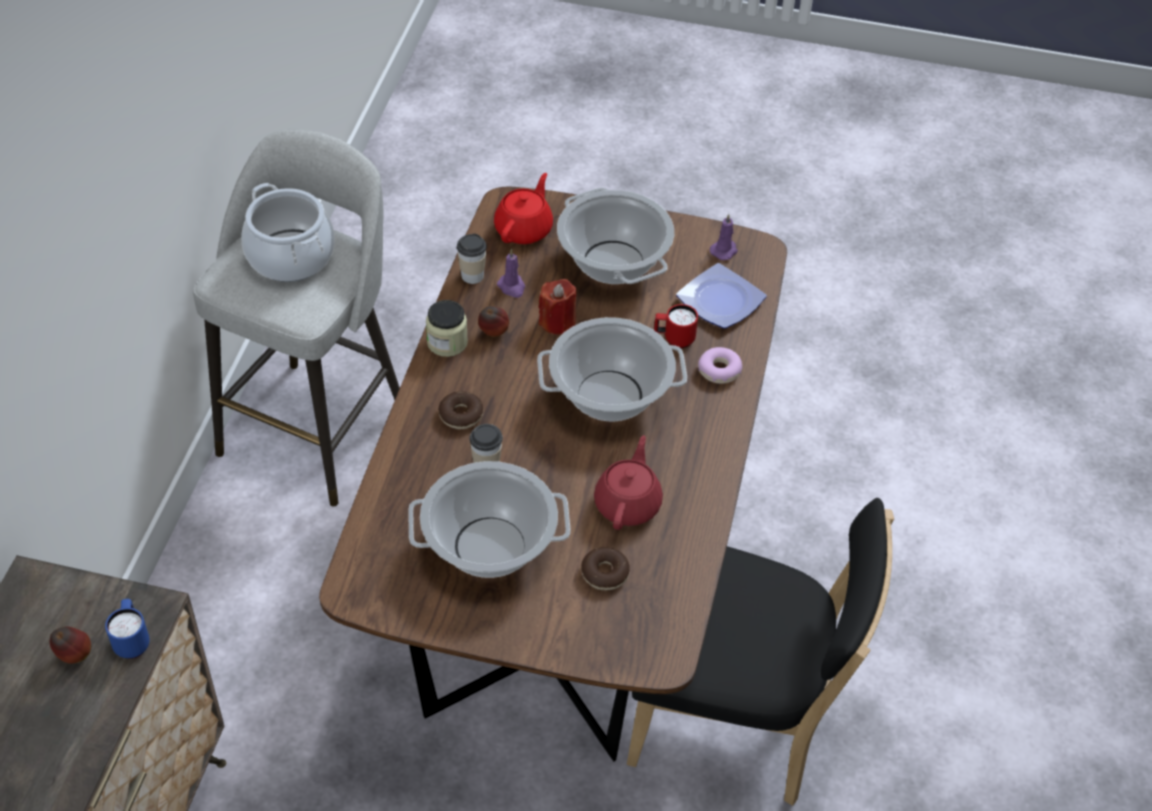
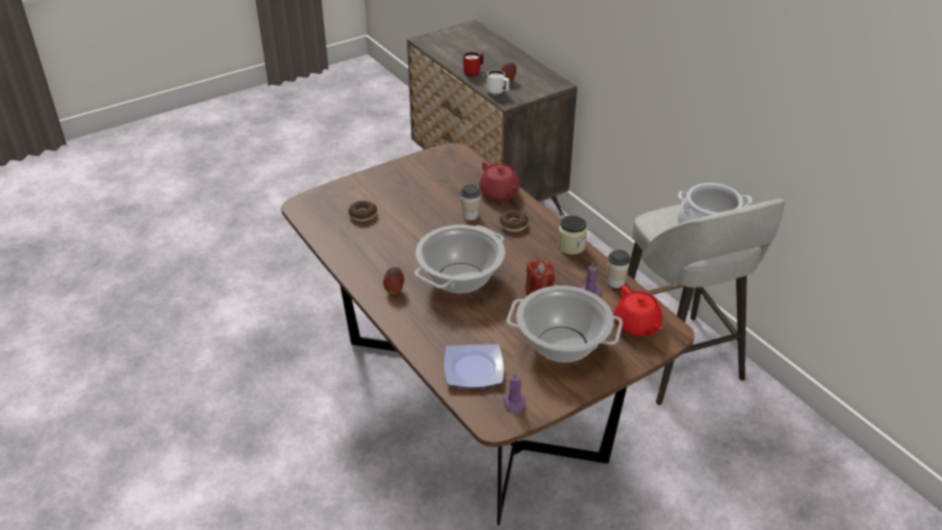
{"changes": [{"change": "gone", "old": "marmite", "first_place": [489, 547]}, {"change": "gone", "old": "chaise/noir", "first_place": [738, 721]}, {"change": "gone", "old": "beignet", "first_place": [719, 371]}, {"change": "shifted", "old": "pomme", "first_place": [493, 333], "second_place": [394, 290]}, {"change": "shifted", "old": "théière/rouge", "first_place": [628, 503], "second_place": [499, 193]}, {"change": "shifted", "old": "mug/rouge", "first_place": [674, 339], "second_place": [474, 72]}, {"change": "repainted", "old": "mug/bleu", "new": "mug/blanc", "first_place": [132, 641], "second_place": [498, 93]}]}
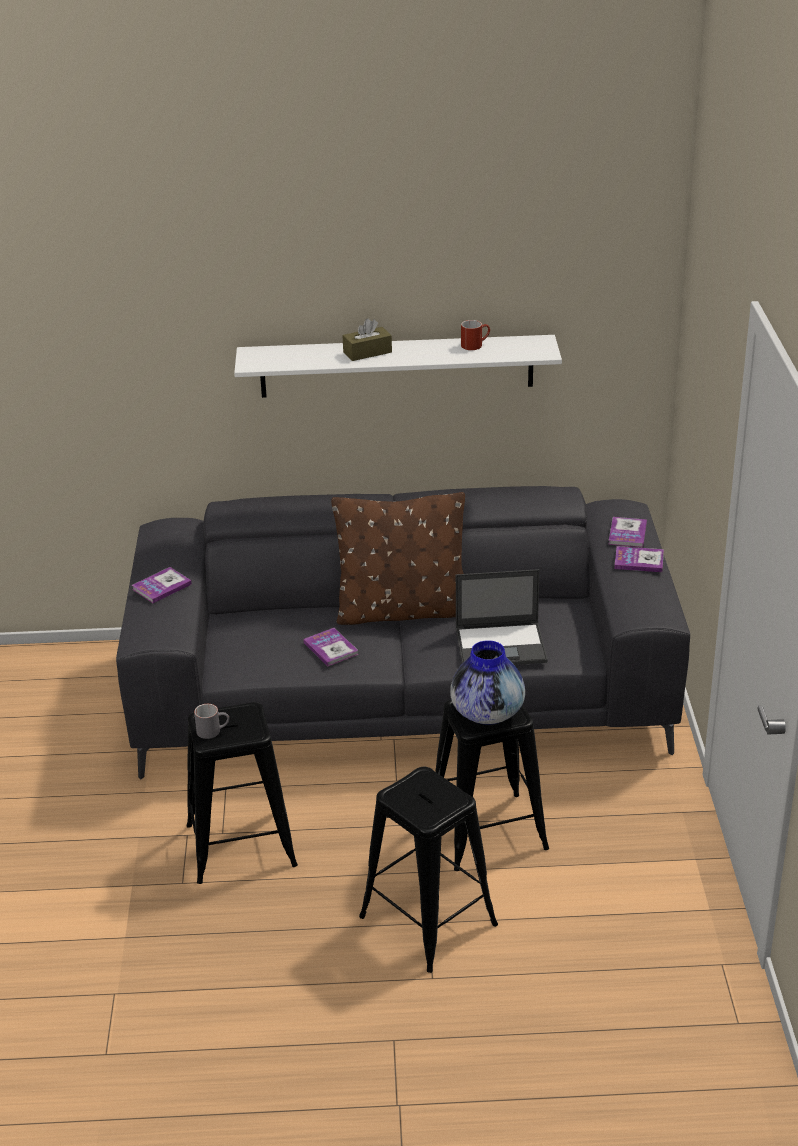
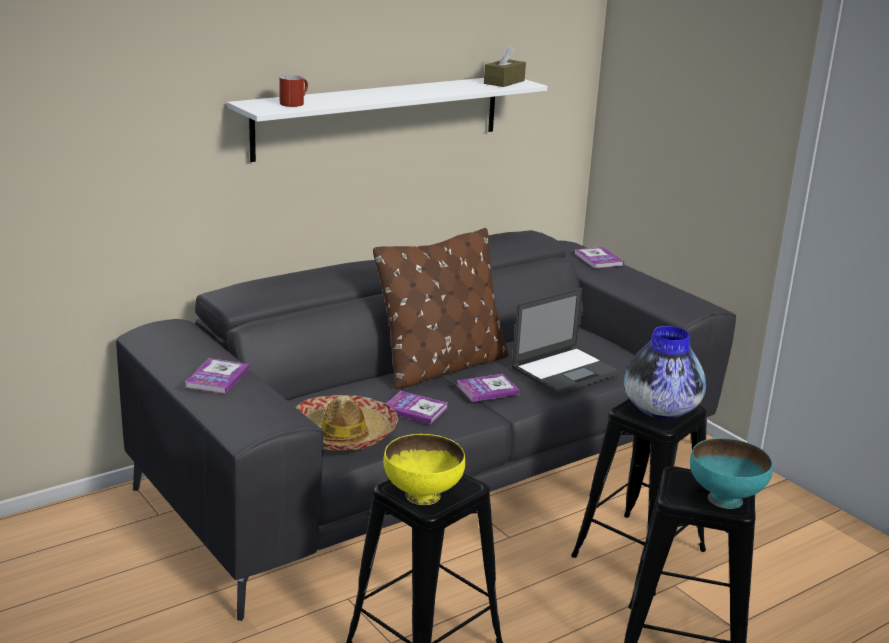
{"changes": [{"change": "new", "new": "chapeau", "second_place": [344, 434]}, {"change": "new", "new": "bol/turquoise", "second_place": [725, 499]}, {"change": "shifted", "old": "boîte à mouchoirs/marron", "first_place": [367, 352], "second_place": [504, 82]}, {"change": "shifted", "old": "mug/rouge", "first_place": [475, 344], "second_place": [294, 103]}, {"change": "shifted", "old": "livre", "first_place": [639, 561], "second_place": [487, 389]}, {"change": "swapped", "old": "mug/gris", "new": "bol/jaune", "first_place": [213, 730], "second_place": [422, 496]}]}
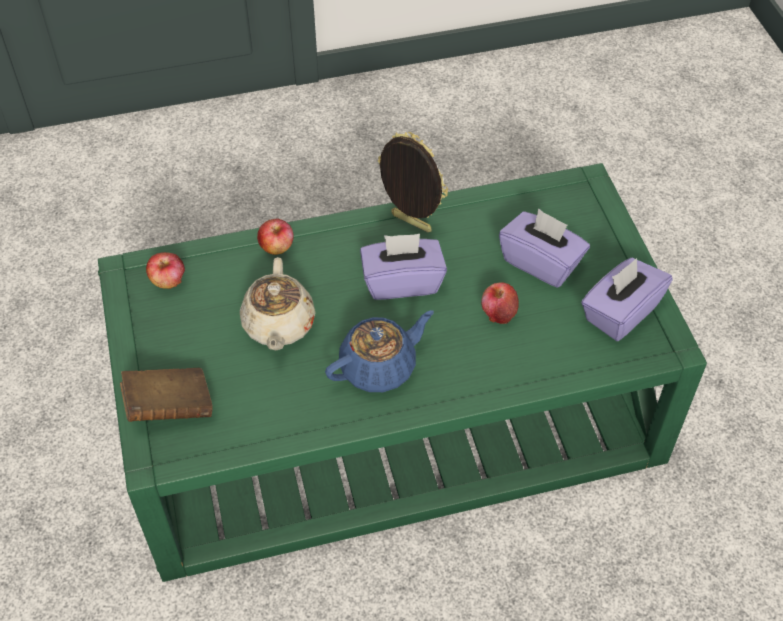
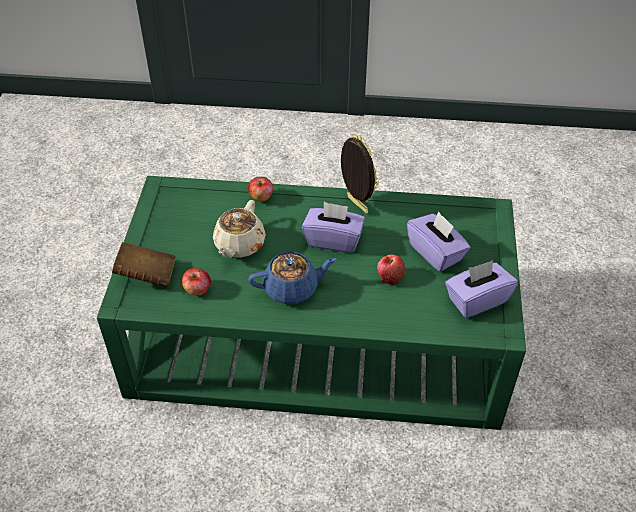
{"changes": [{"change": "shifted", "old": "pomme", "first_place": [168, 281], "second_place": [197, 290]}]}
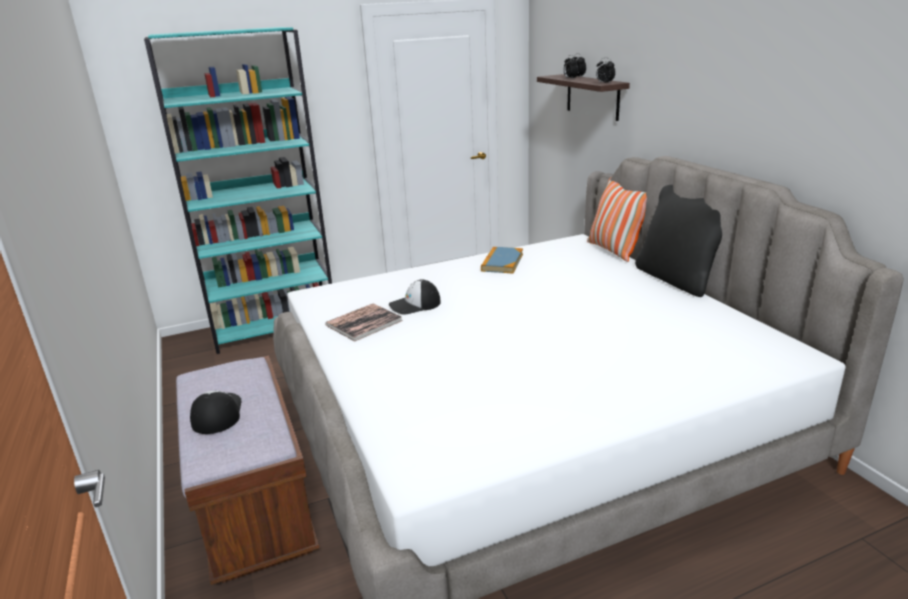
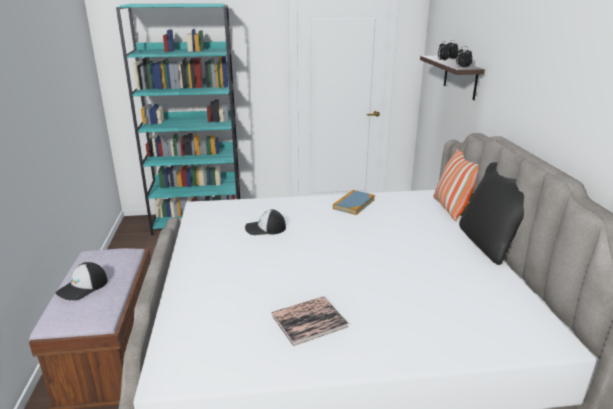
{"changes": [{"change": "shifted", "old": "livre", "first_place": [364, 323], "second_place": [309, 320]}, {"change": "rotated", "old": "casquette", "first_place": [216, 414], "second_place": [83, 287], "degrees": -150}]}
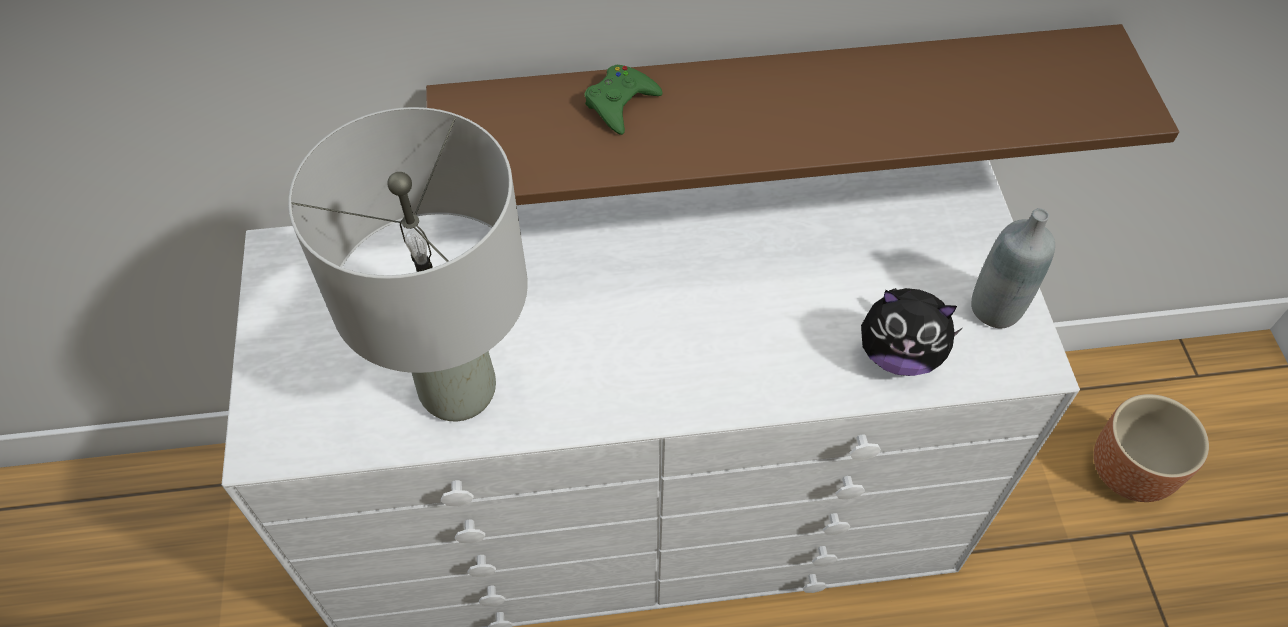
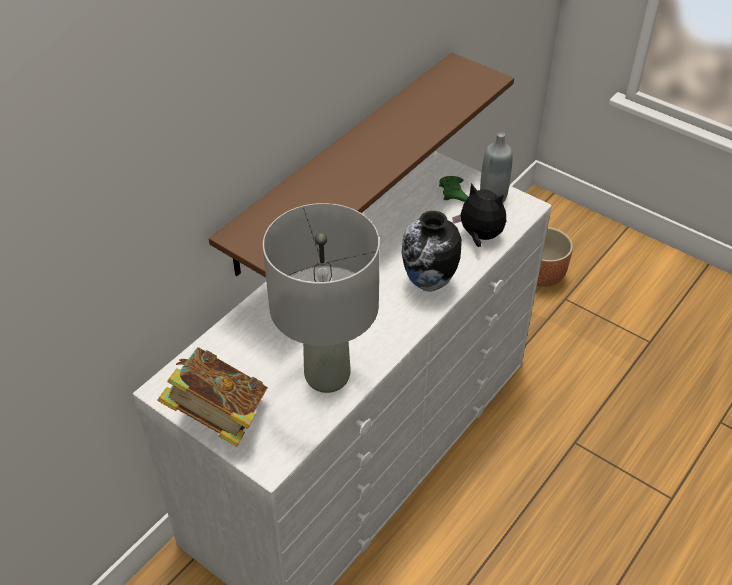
{"changes": [{"change": "new", "new": "livre", "second_place": [219, 417]}, {"change": "new", "new": "vase", "second_place": [429, 283]}, {"change": "shifted", "old": "manette/vert", "first_place": [620, 103], "second_place": [453, 192]}, {"change": "rotated", "old": "peluche", "first_place": [899, 354], "second_place": [479, 236], "degrees": -120}]}
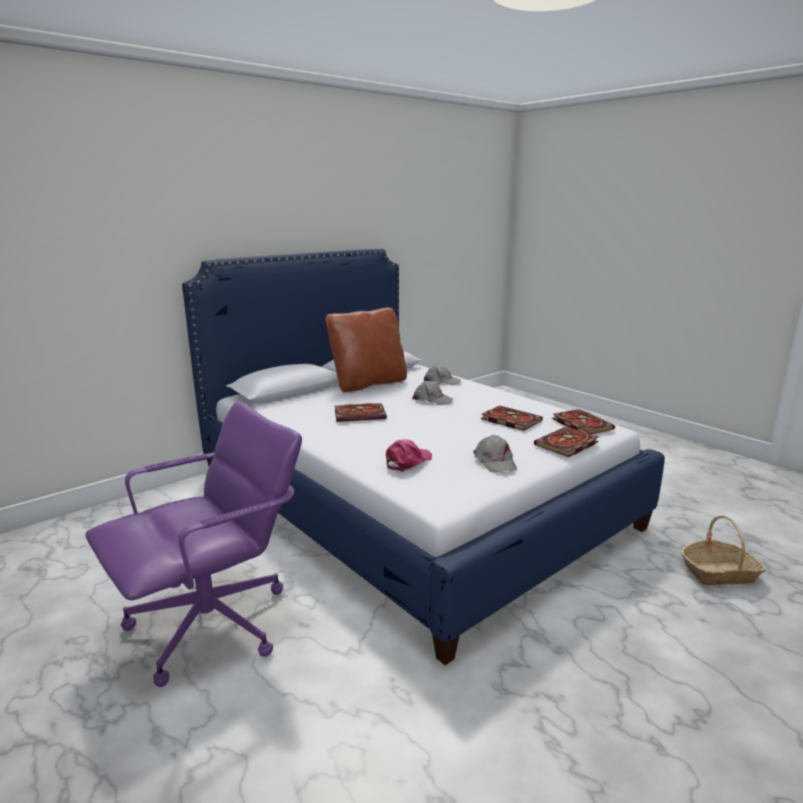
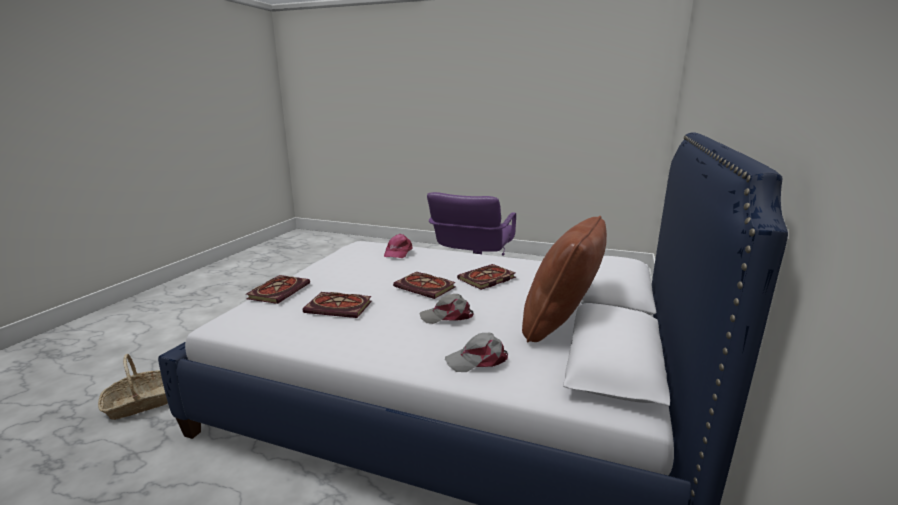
{"changes": [{"change": "gone", "old": "casquette/gris", "first_place": [494, 461]}, {"change": "shifted", "old": "livre", "first_place": [580, 424], "second_place": [426, 287]}]}
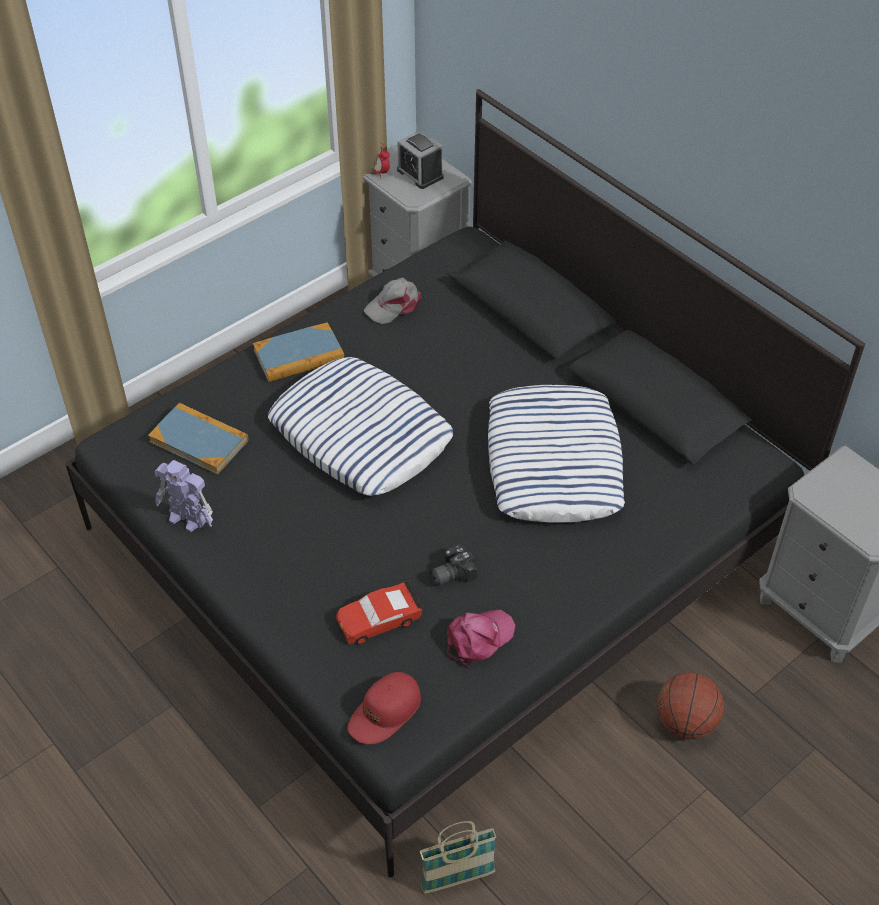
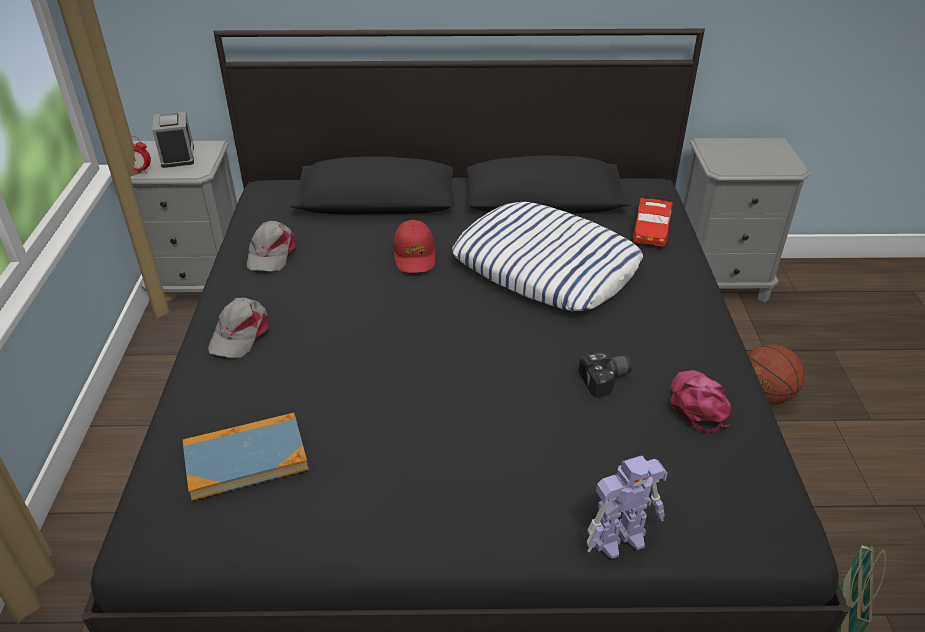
{"changes": [{"change": "gone", "old": "coussin", "first_place": [361, 435]}, {"change": "shifted", "old": "robot jouet", "first_place": [188, 518], "second_place": [620, 538]}, {"change": "shifted", "old": "petite voiture/rouge", "first_place": [379, 619], "second_place": [651, 229]}, {"change": "shifted", "old": "casquette/rouge", "first_place": [385, 712], "second_place": [414, 255]}, {"change": "swapped", "old": "livre", "new": "casquette/gris", "first_place": [299, 355], "second_place": [240, 333]}, {"change": "rotated", "old": "réveil", "first_place": [420, 174], "second_place": [178, 156], "degrees": -105}, {"change": "rotated", "old": "appareil photo", "first_place": [450, 573], "second_place": [606, 380], "degrees": -120}]}
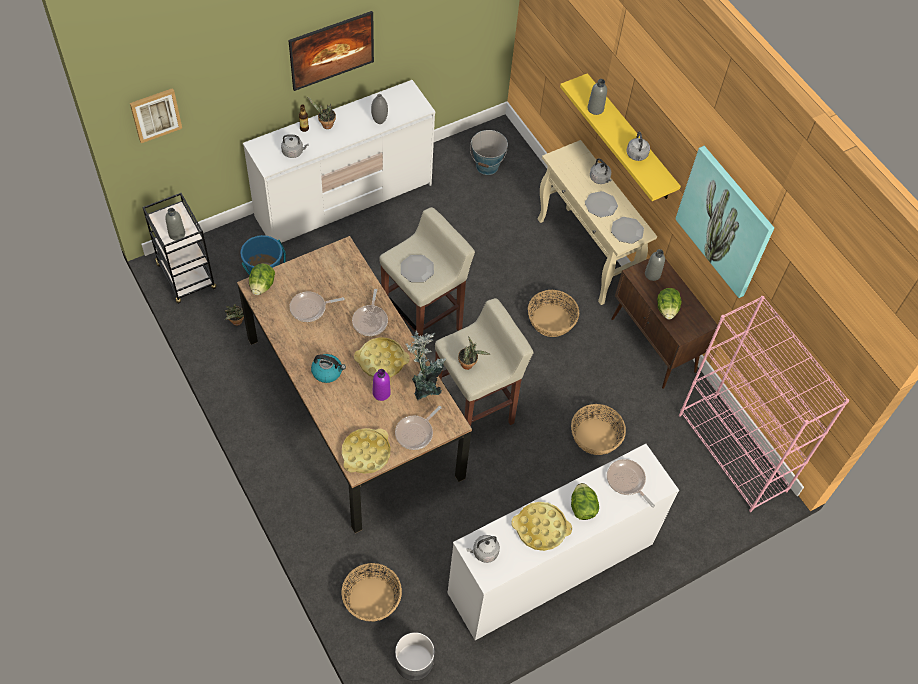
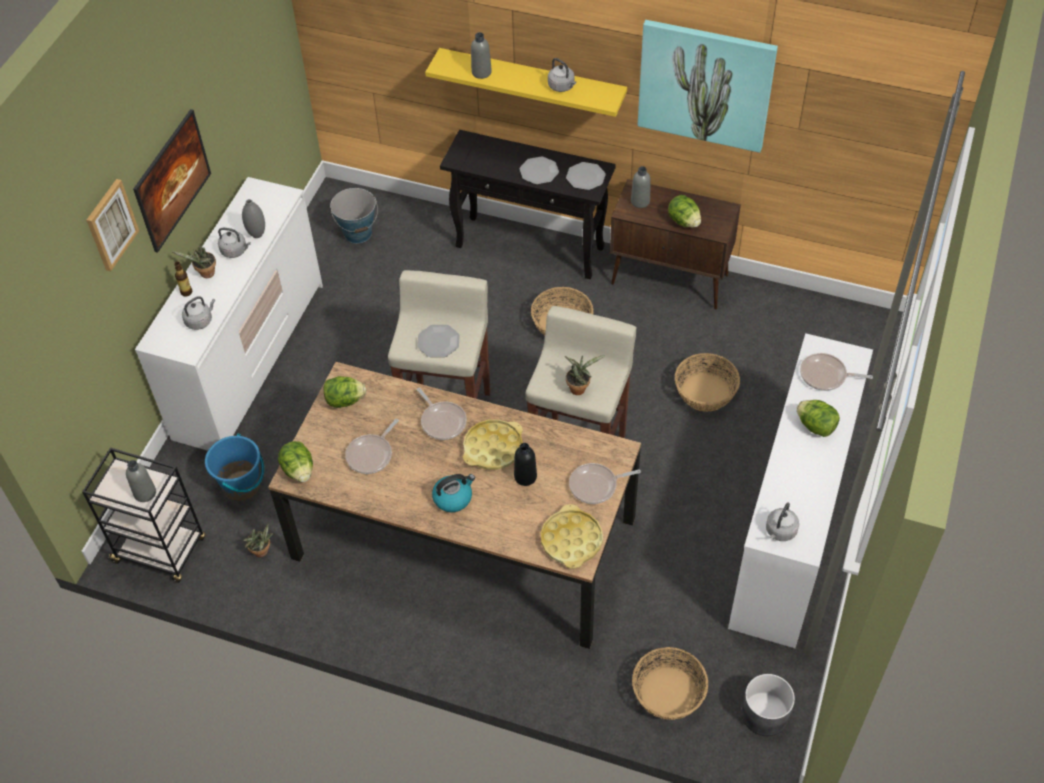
{"changes": [{"change": "gone", "old": "plante en pot", "first_place": [426, 386]}, {"change": "gone", "old": "plateau/jaune", "first_place": [541, 528]}, {"change": "gone", "old": "bibliothèque/rose", "first_place": [733, 453]}, {"change": "new", "new": "laitue", "second_place": [345, 400]}, {"change": "shifted", "old": "tableau", "first_place": [155, 114], "second_place": [111, 224]}, {"change": "shifted", "old": "bouilloire/gris", "first_place": [600, 179], "second_place": [235, 251]}, {"change": "repainted", "old": "bouteille/violet", "new": "bouteille/noir", "first_place": [381, 393], "second_place": [525, 476]}, {"change": "repainted", "old": "table console/beige", "new": "table console/noir", "first_place": [585, 255], "second_place": [531, 247]}, {"change": "rotated", "old": "poêle", "first_place": [416, 433], "second_place": [596, 486], "degrees": 75}]}
